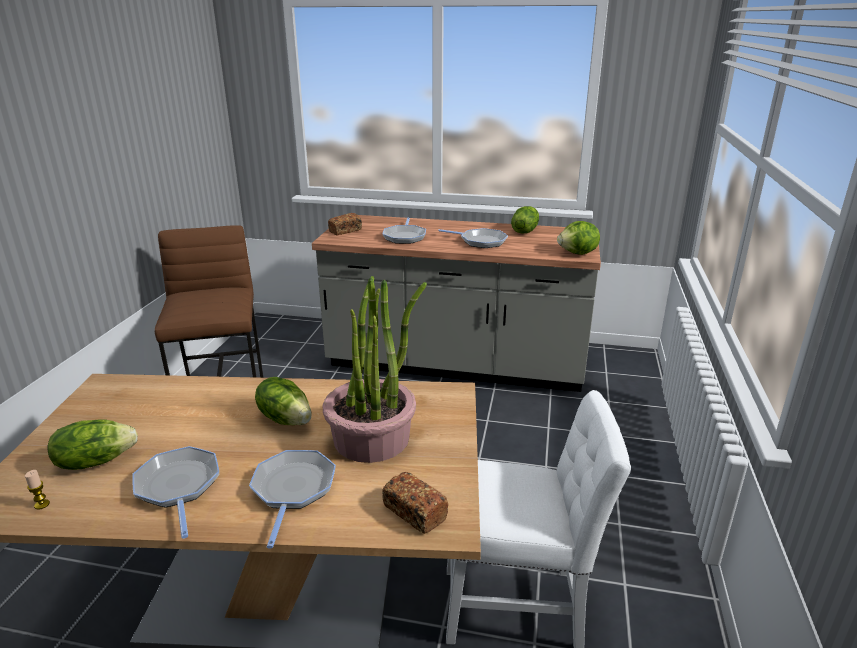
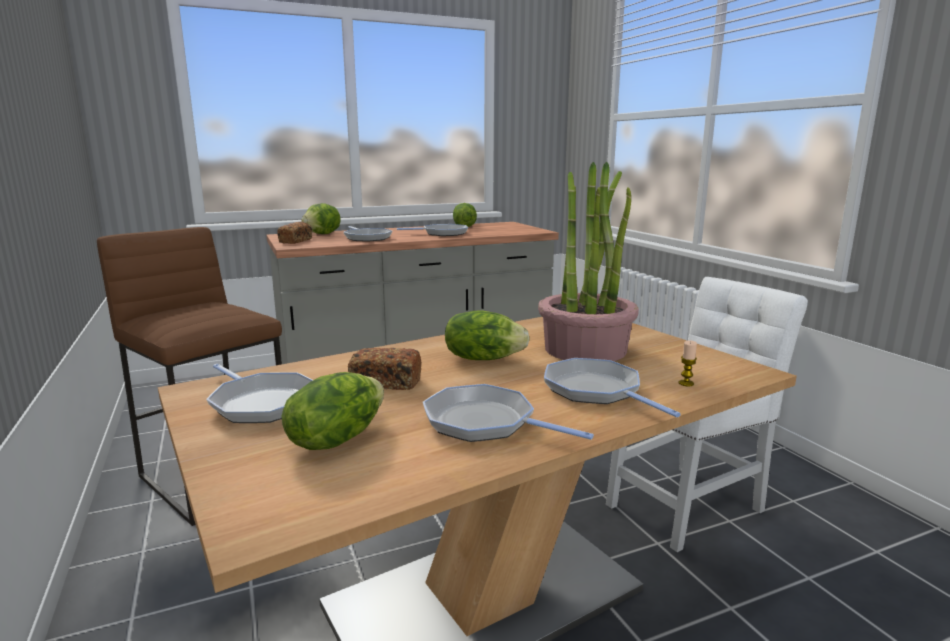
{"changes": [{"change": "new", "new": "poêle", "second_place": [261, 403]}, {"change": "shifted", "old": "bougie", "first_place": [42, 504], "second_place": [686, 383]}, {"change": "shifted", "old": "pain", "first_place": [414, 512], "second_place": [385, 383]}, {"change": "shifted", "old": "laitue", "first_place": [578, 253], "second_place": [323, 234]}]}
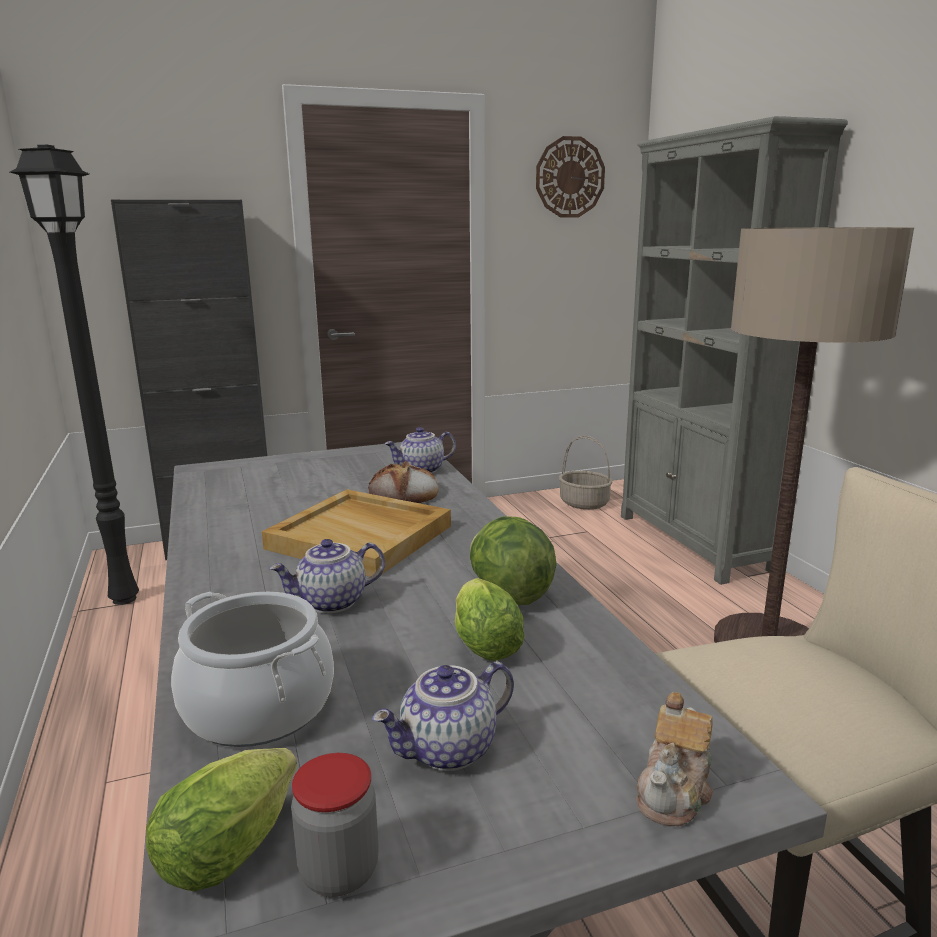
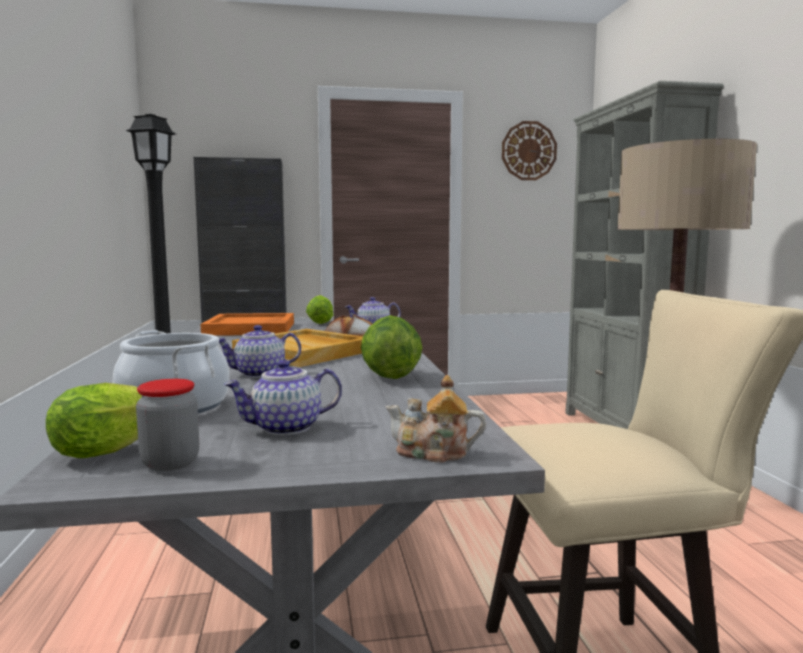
{"changes": [{"change": "gone", "old": "panier", "first_place": [584, 503]}, {"change": "new", "new": "plateau/orange", "second_place": [251, 329]}, {"change": "shifted", "old": "laitue", "first_place": [483, 642], "second_place": [320, 322]}, {"change": "rotated", "old": "théière", "first_place": [675, 792], "second_place": [434, 453], "degrees": 60}]}
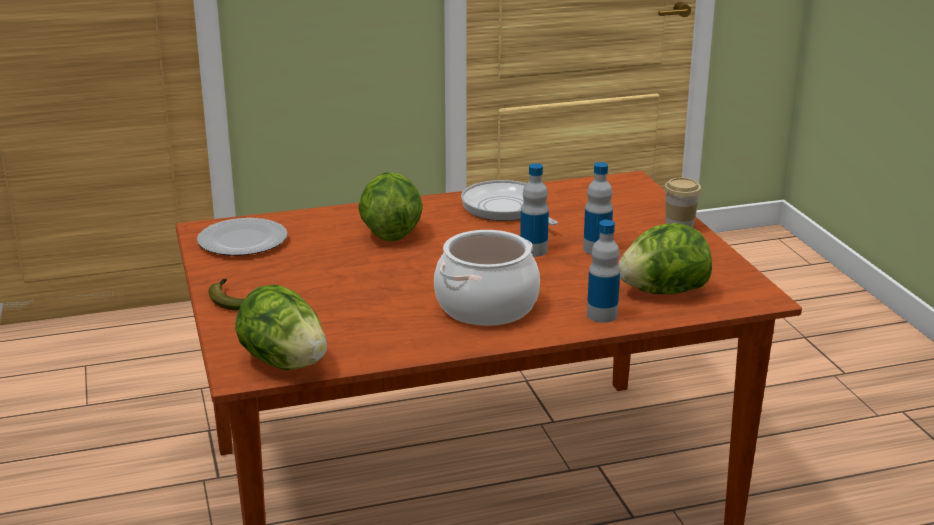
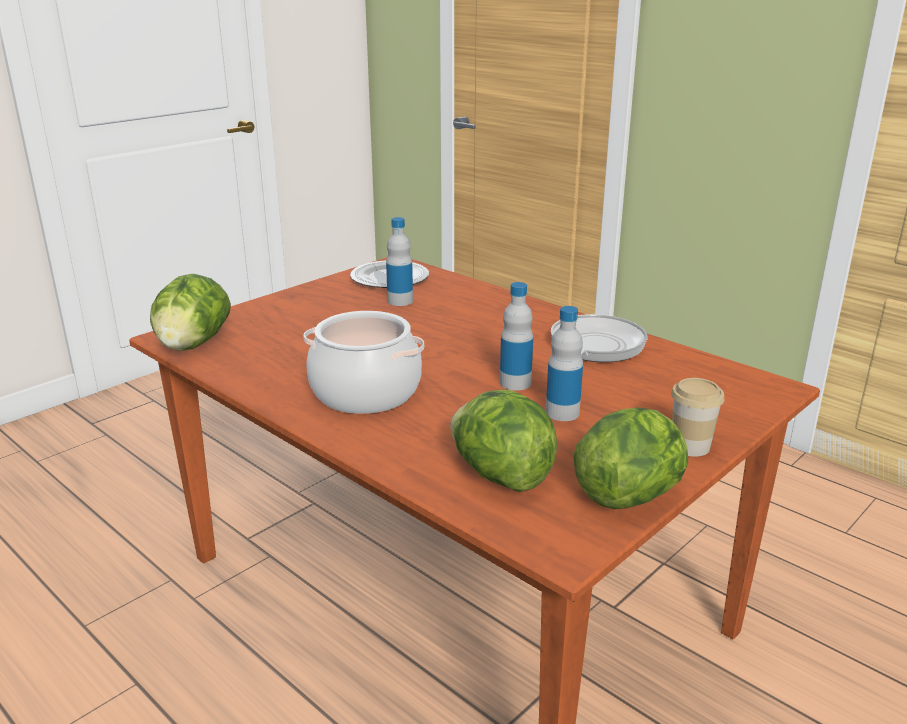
{"changes": [{"change": "gone", "old": "banane", "first_place": [229, 300]}, {"change": "shifted", "old": "laitue", "first_place": [390, 233], "second_place": [630, 495]}, {"change": "shifted", "old": "bouteille", "first_place": [602, 315], "second_place": [400, 301]}]}
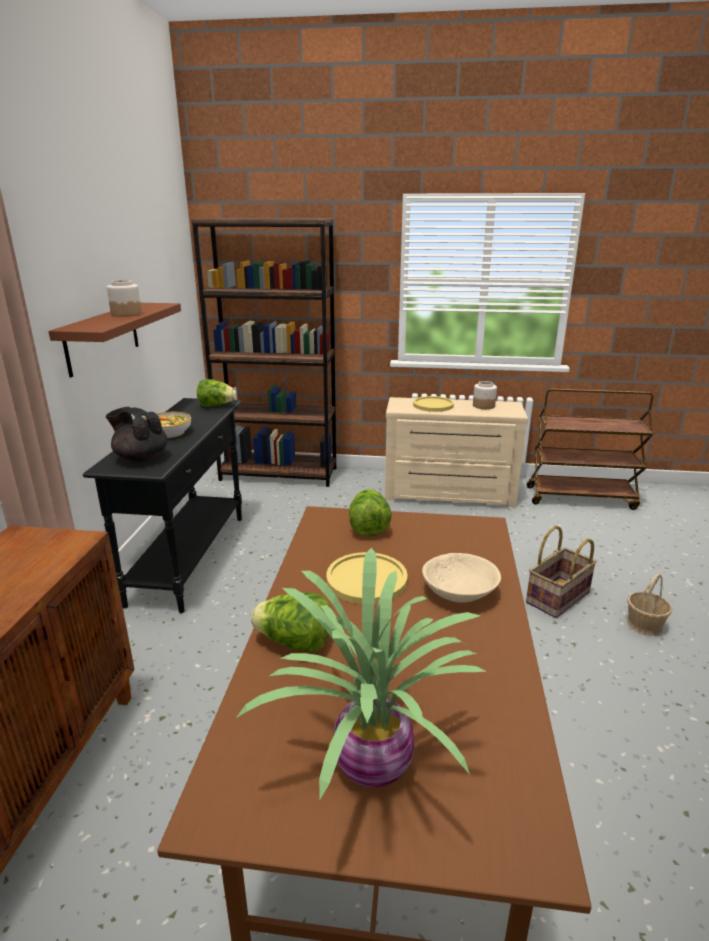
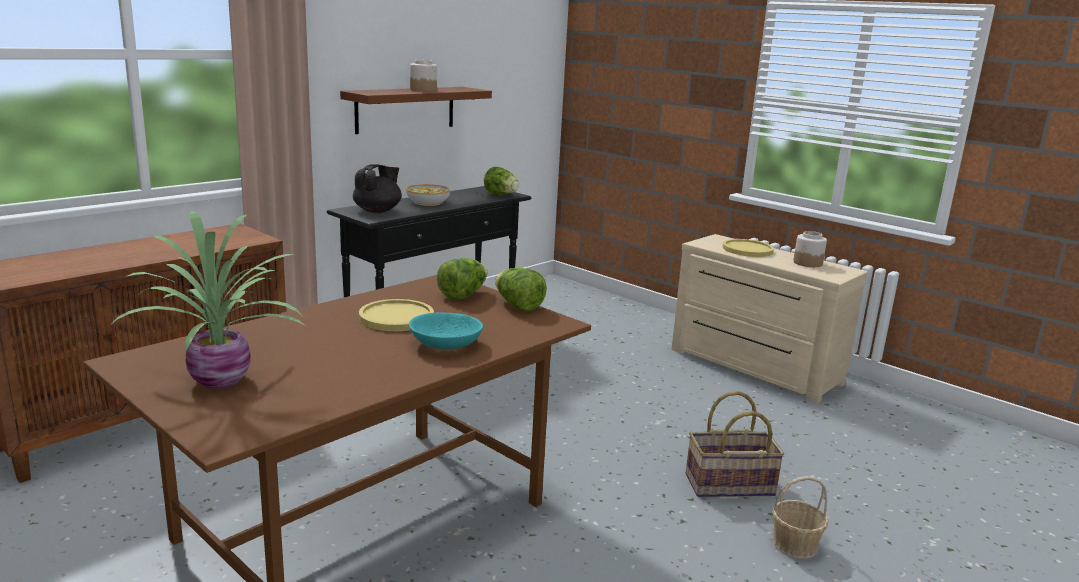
{"changes": [{"change": "gone", "old": "bibliothèque/marron", "first_place": [279, 474]}, {"change": "gone", "old": "chariot/marron", "first_place": [581, 497]}, {"change": "shifted", "old": "laitue", "first_place": [294, 642], "second_place": [518, 306]}, {"change": "repainted", "old": "bol/beige", "new": "bol/turquoise", "first_place": [459, 591], "second_place": [445, 344]}, {"change": "rotated", "old": "théière/noir", "first_place": [141, 458], "second_place": [378, 211], "degrees": 60}]}
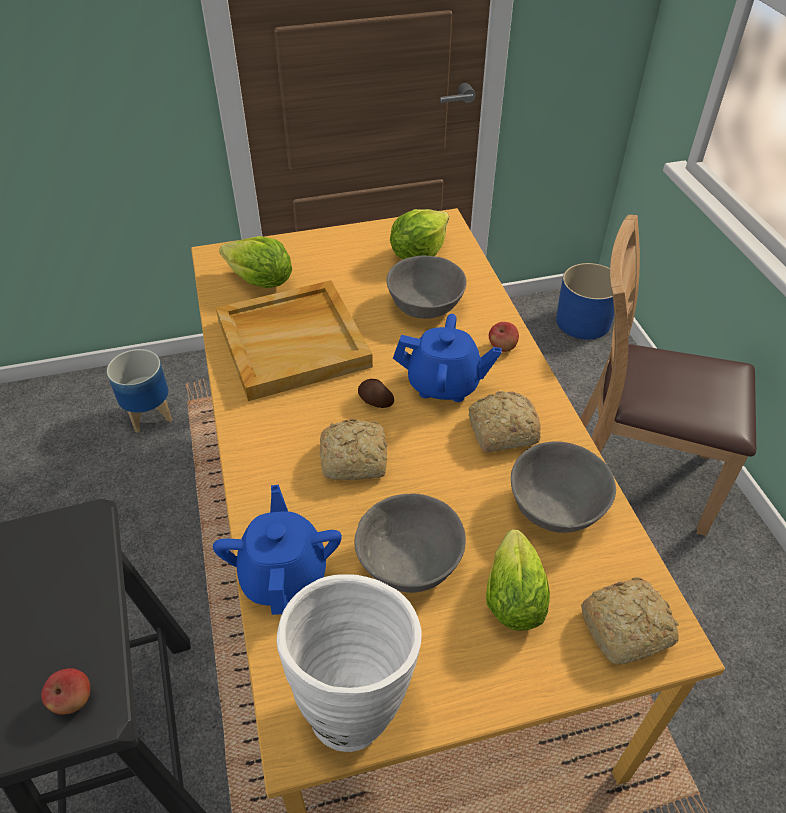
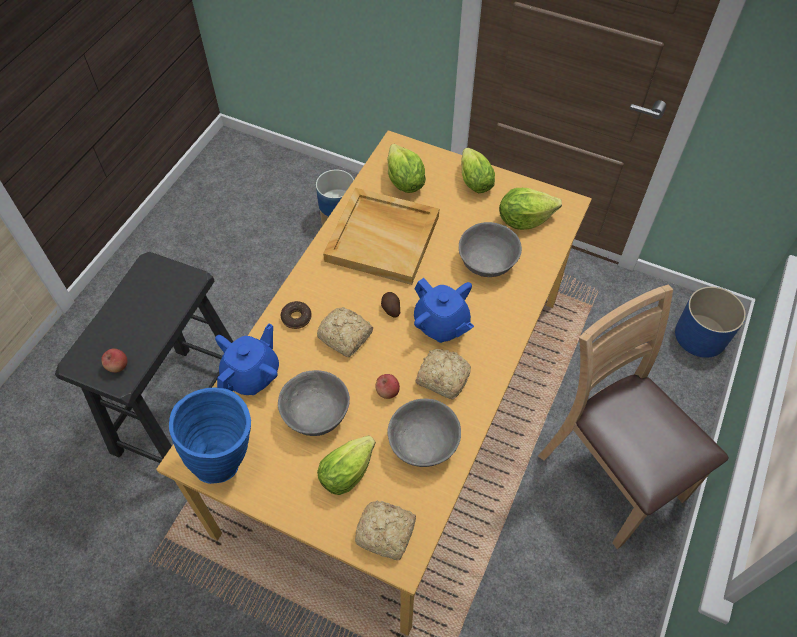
{"changes": [{"change": "new", "new": "beignet", "second_place": [296, 318]}, {"change": "new", "new": "laitue", "second_place": [473, 179]}, {"change": "shifted", "old": "pomme", "first_place": [502, 347], "second_place": [387, 392]}, {"change": "repainted", "old": "vase/blanc", "new": "vase/bleu", "first_place": [353, 697], "second_place": [226, 458]}]}
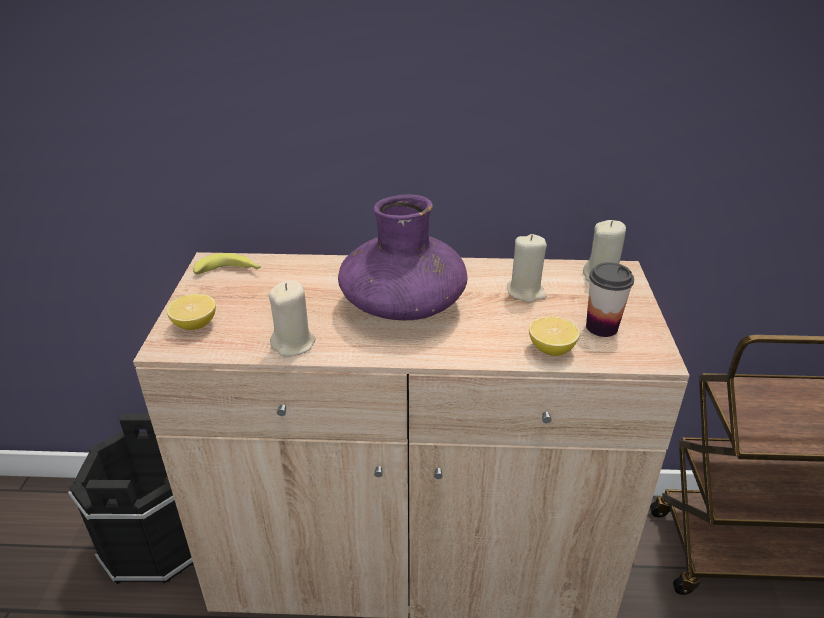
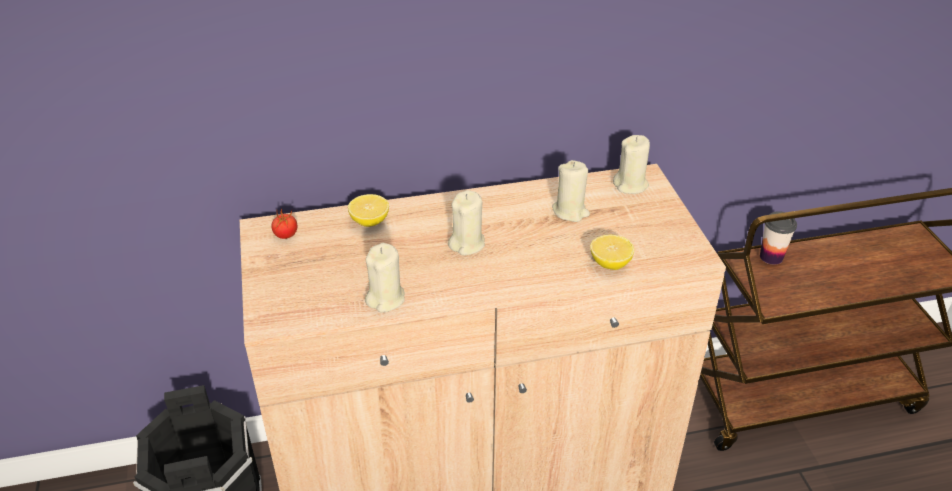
{"changes": [{"change": "shifted", "old": "citron", "first_place": [195, 325], "second_place": [370, 221]}, {"change": "shifted", "old": "tasse", "first_place": [601, 327], "second_place": [771, 257]}, {"change": "swapped", "old": "banane", "new": "tomate", "first_place": [230, 271], "second_place": [286, 235]}, {"change": "swapped", "old": "vase/violet", "new": "bougie/beige", "first_place": [403, 305], "second_place": [467, 244]}]}
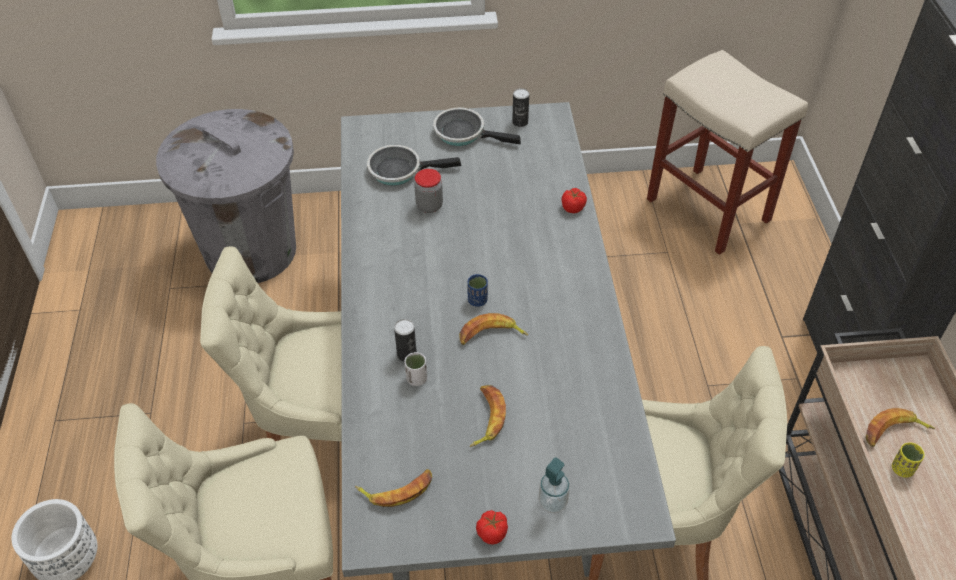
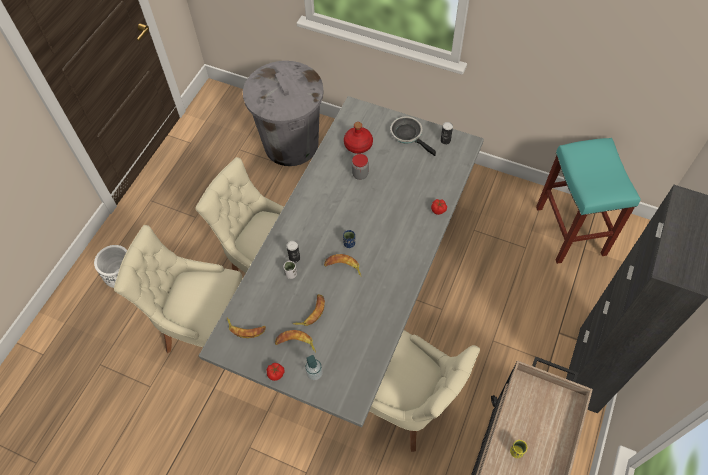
{"changes": [{"change": "shifted", "old": "banane", "first_place": [893, 432], "second_place": [295, 343]}, {"change": "swapped", "old": "poêle", "new": "bouteille/rouge", "first_place": [399, 170], "second_place": [358, 144]}, {"change": "repainted", "old": "tabouret/beige", "new": "tabouret/turquoise", "first_place": [710, 210], "second_place": [571, 231]}]}
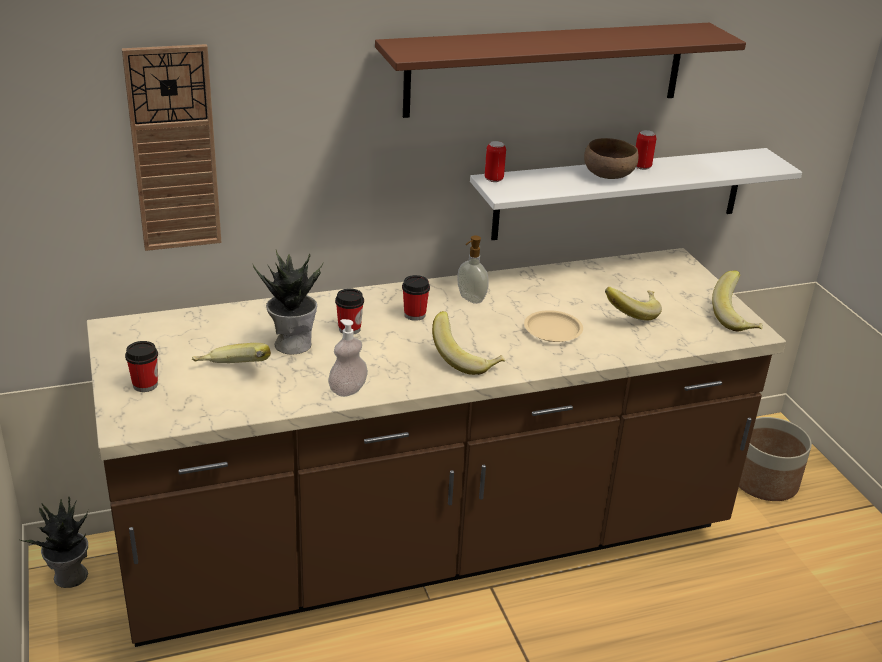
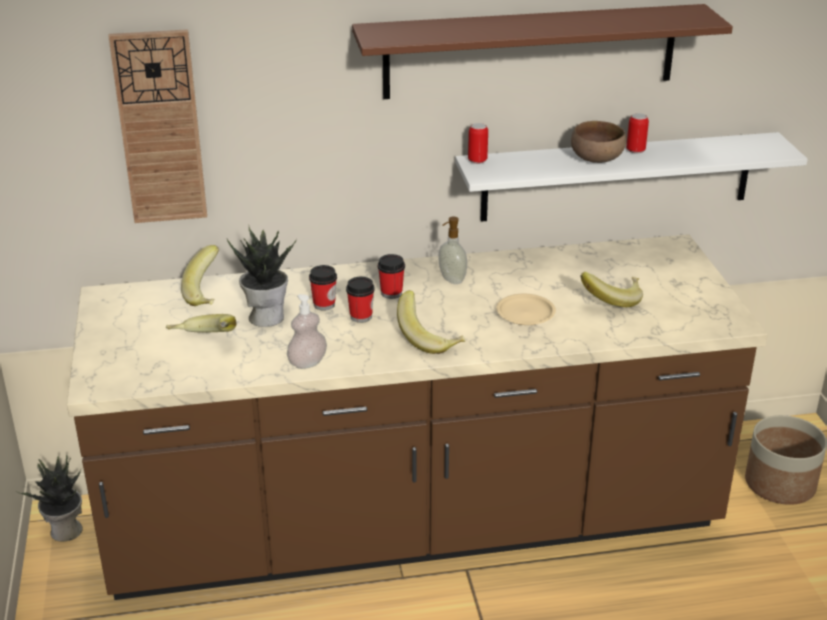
{"changes": [{"change": "shifted", "old": "tasse", "first_place": [145, 385], "second_place": [361, 316]}, {"change": "shifted", "old": "banane", "first_place": [737, 319], "second_place": [208, 294]}]}
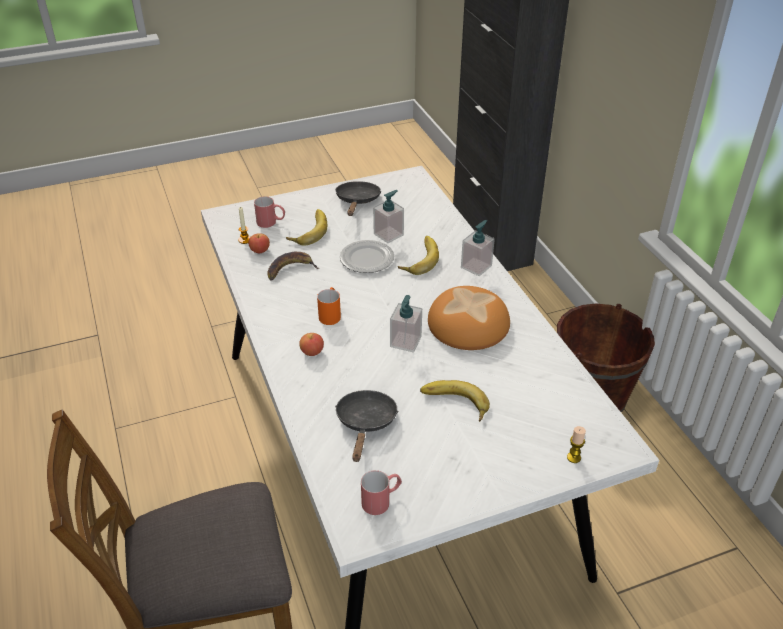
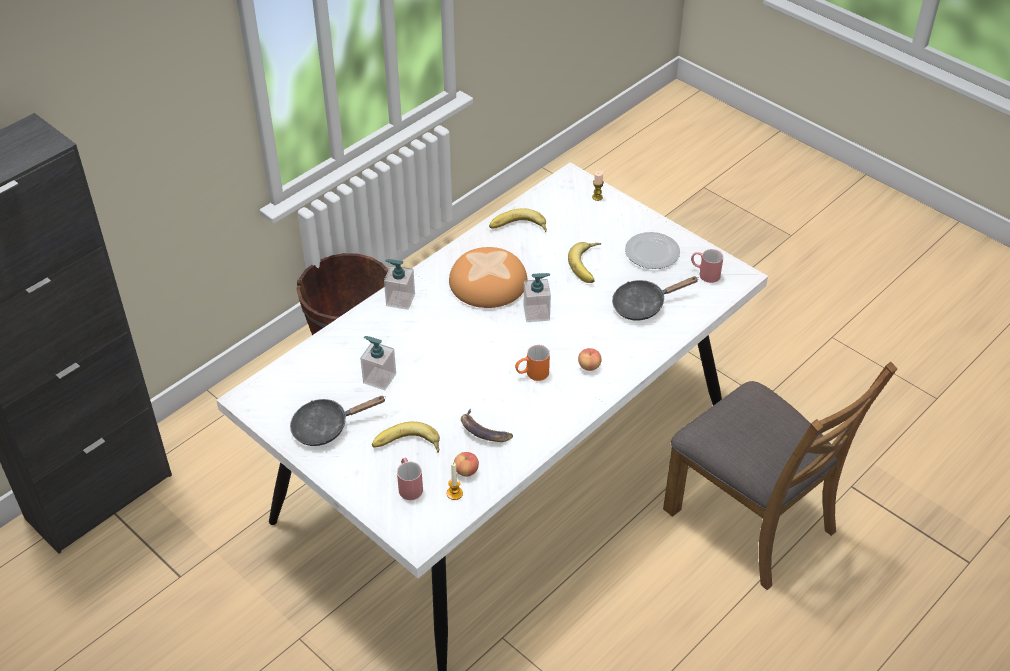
{"changes": [{"change": "shifted", "old": "assiette", "first_place": [366, 259], "second_place": [651, 253]}, {"change": "shifted", "old": "banane", "first_place": [418, 258], "second_place": [518, 228]}]}
